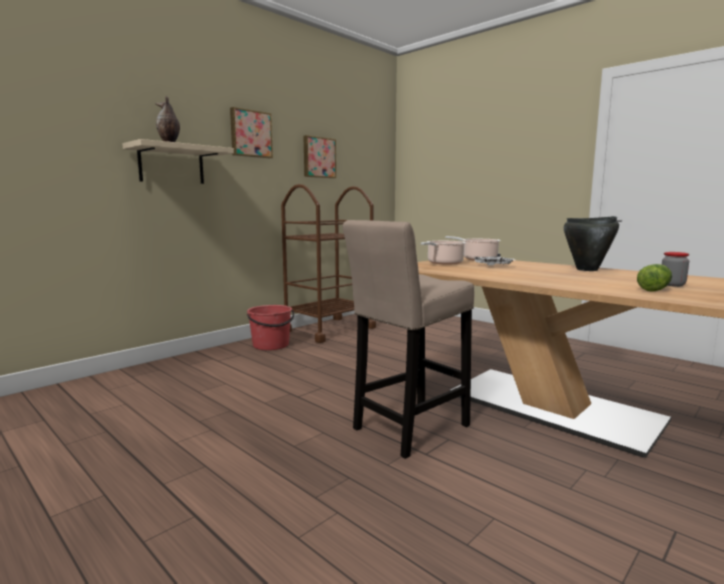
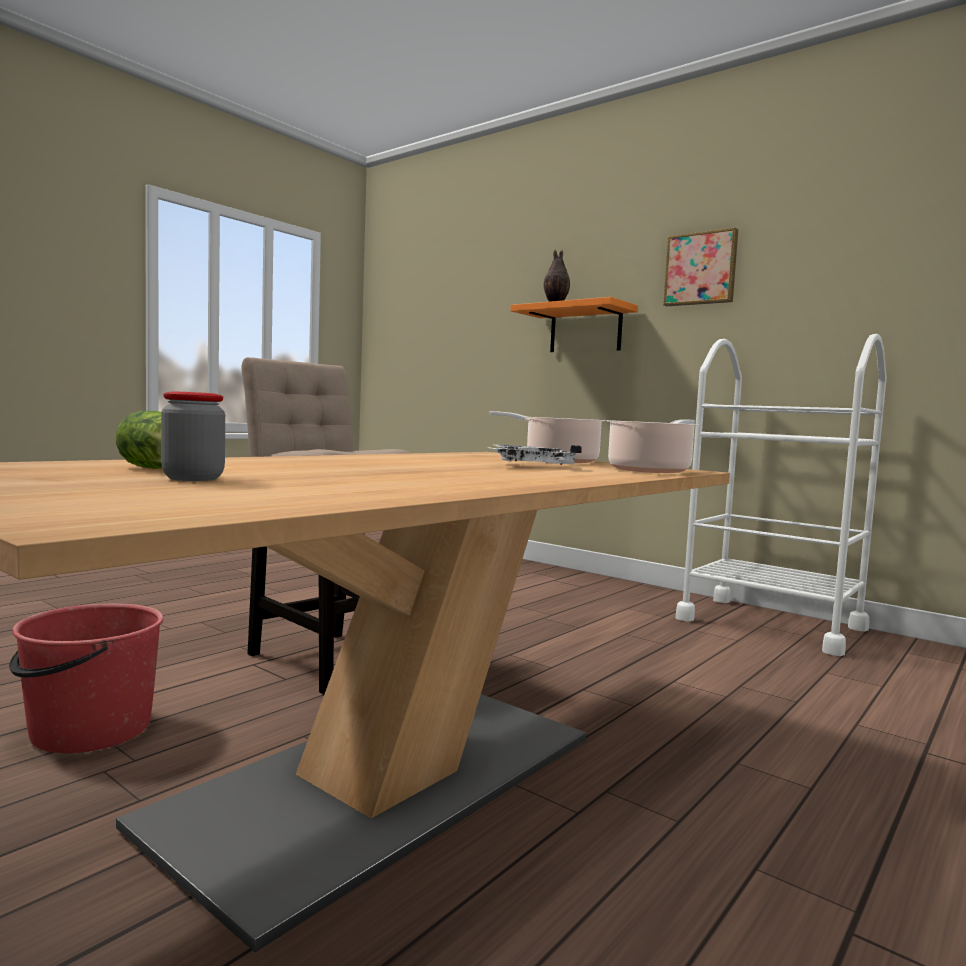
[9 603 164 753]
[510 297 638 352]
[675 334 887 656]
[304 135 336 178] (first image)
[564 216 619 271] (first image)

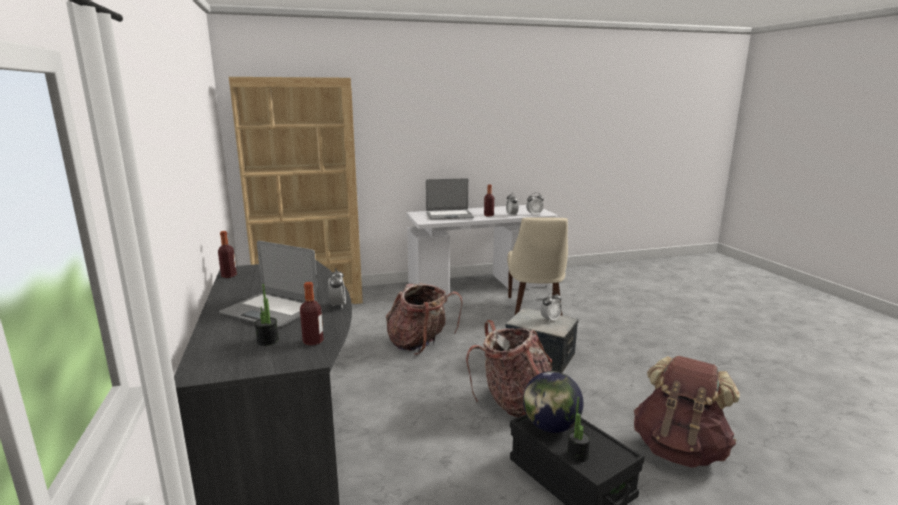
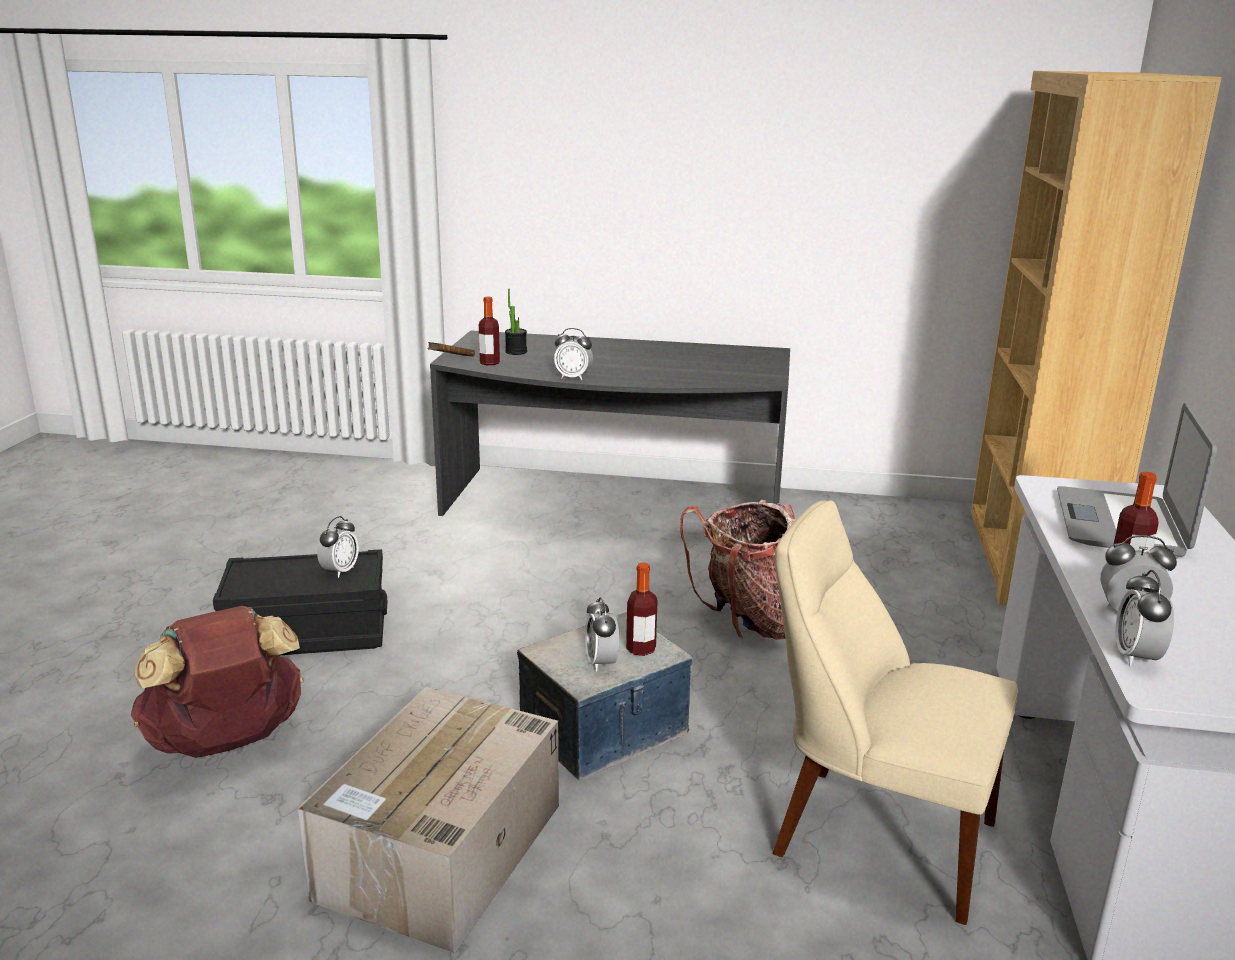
[298 687 559 953]
[317 516 359 578]
[427 342 475 356]
[626 562 658 656]
[219 241 319 327] (first image)
[466 320 552 418] (first image)
[567 397 591 462] (first image)

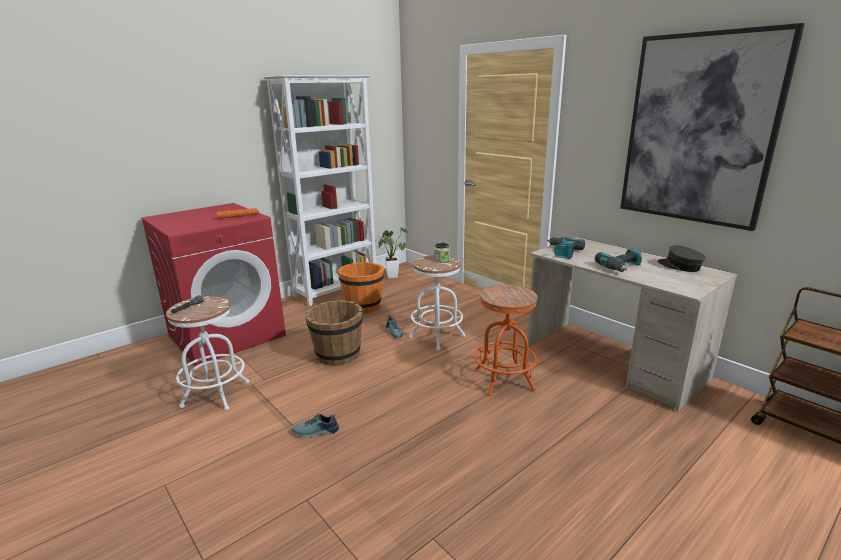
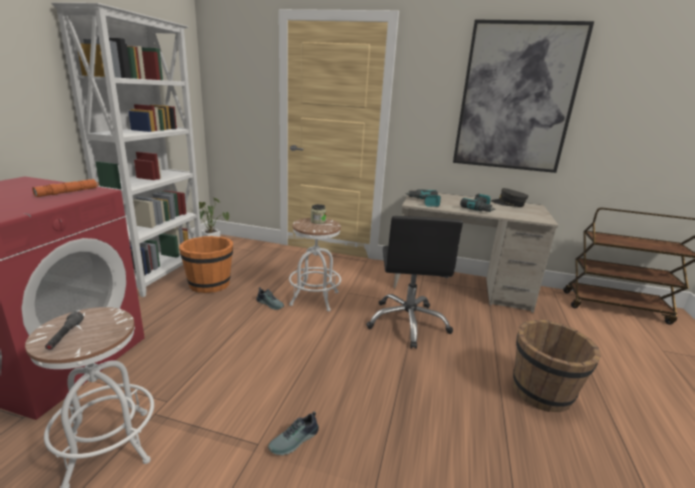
[366 216 463 349]
[513 320 601 412]

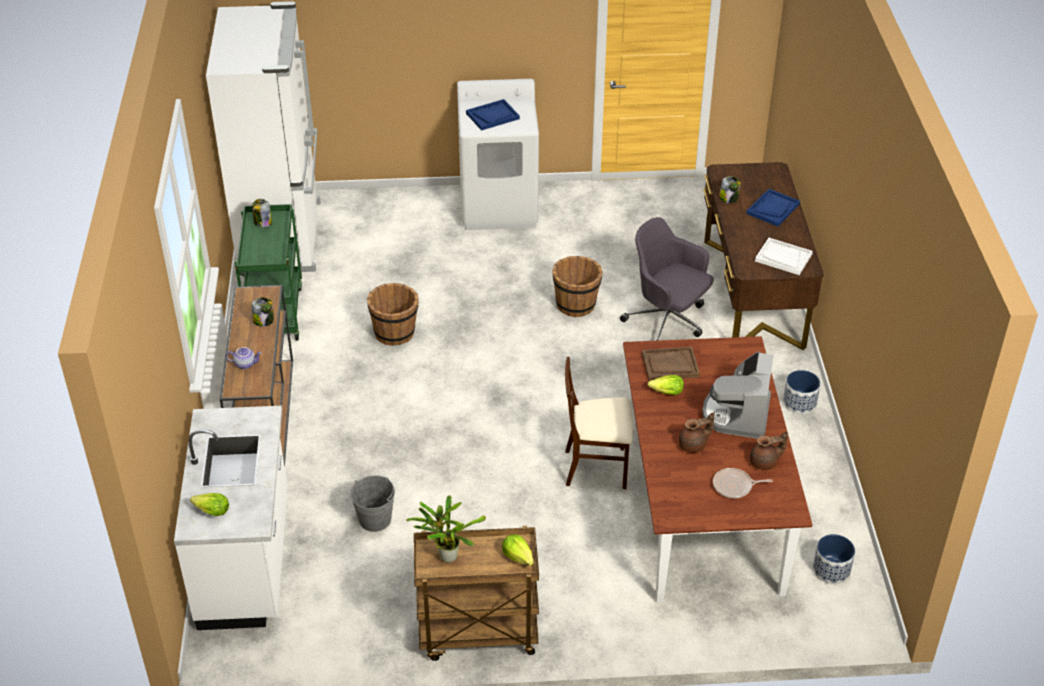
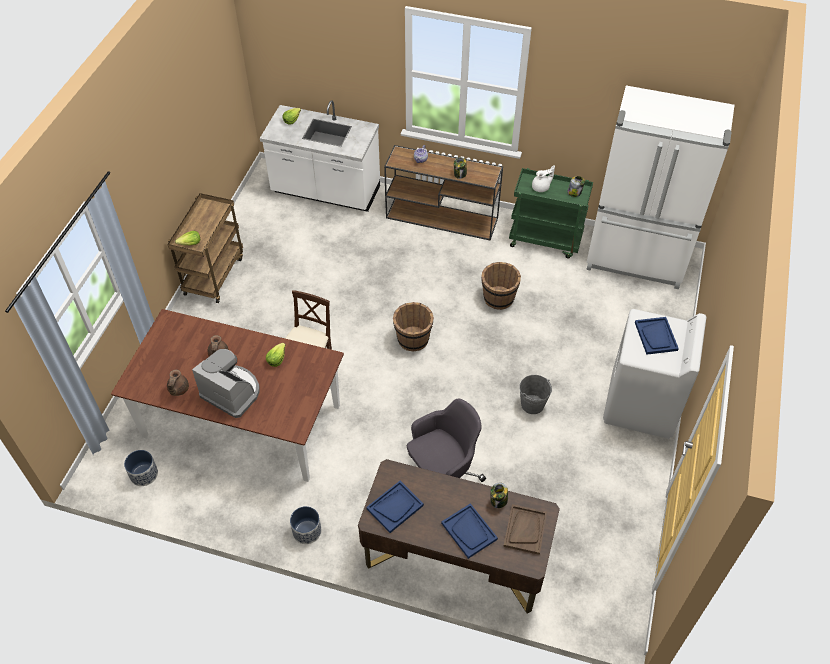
[366 481 424 533]
[393 302 434 352]
[503 504 547 555]
[519 375 552 414]
[532 165 555 192]
[406 495 486 562] (first image)
[713 468 773 498] (first image)

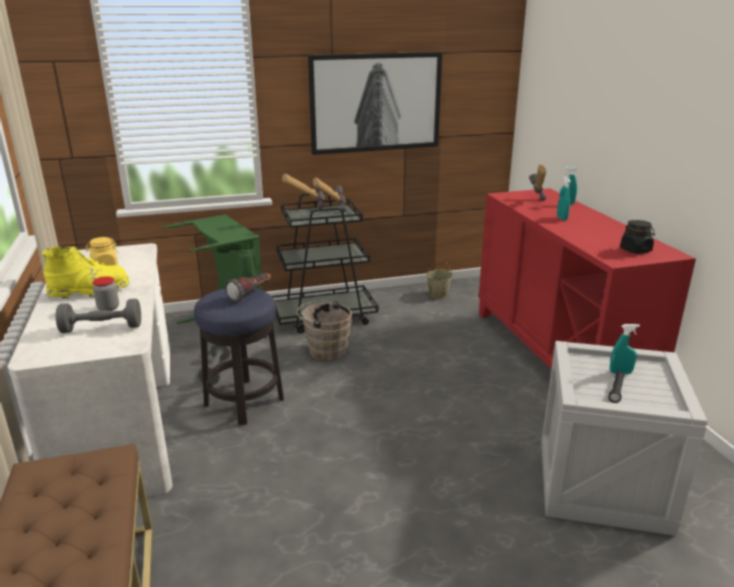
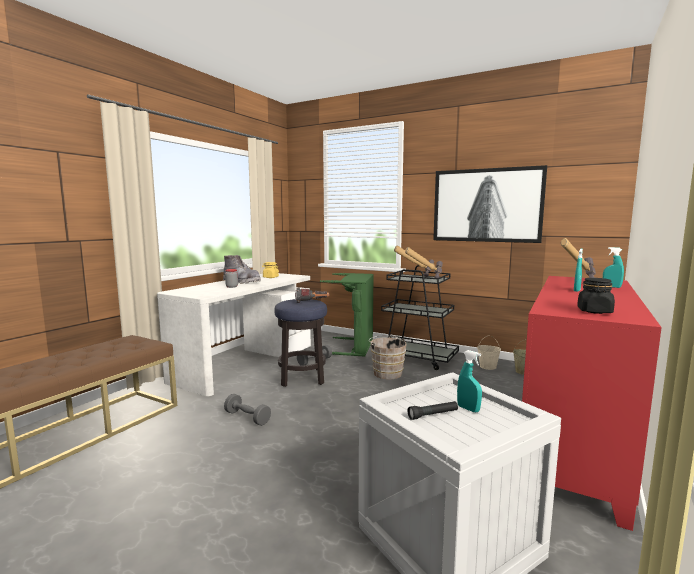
[223 255 261 284]
[224 394 271 426]
[477 335 501 370]

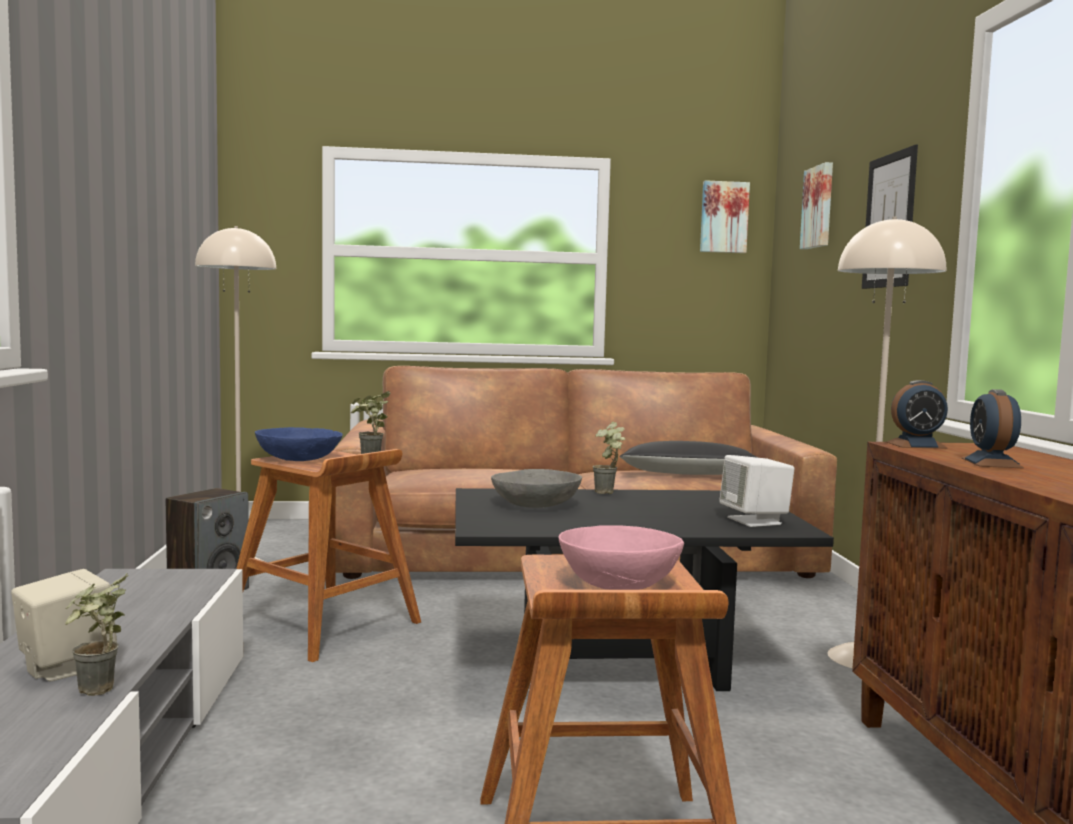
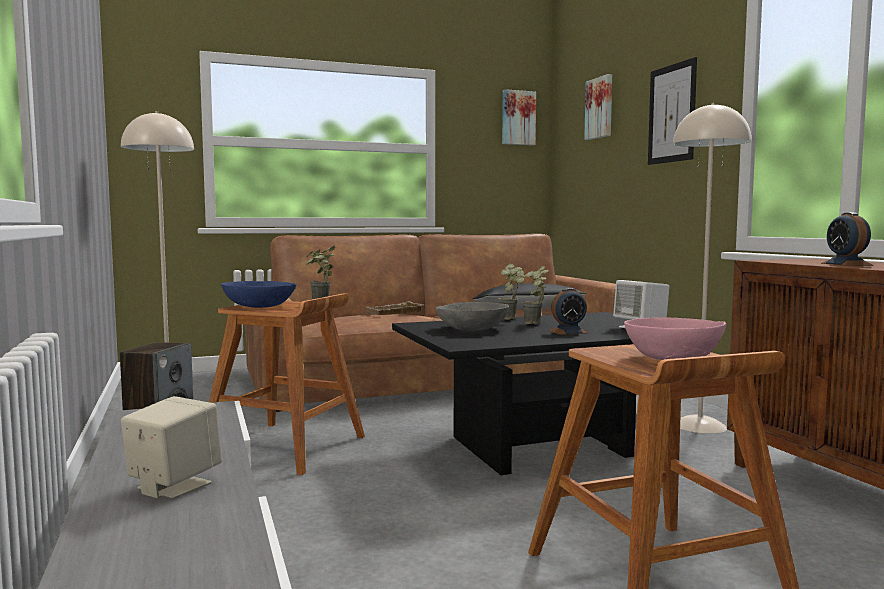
[364 301 423 315]
[522 266 548 325]
[549 288 588 335]

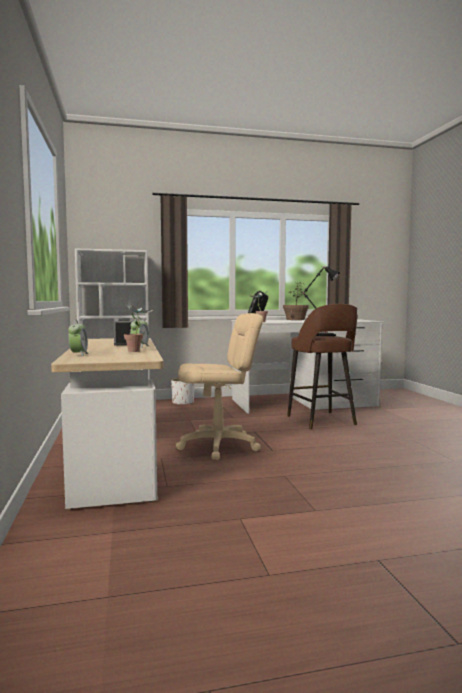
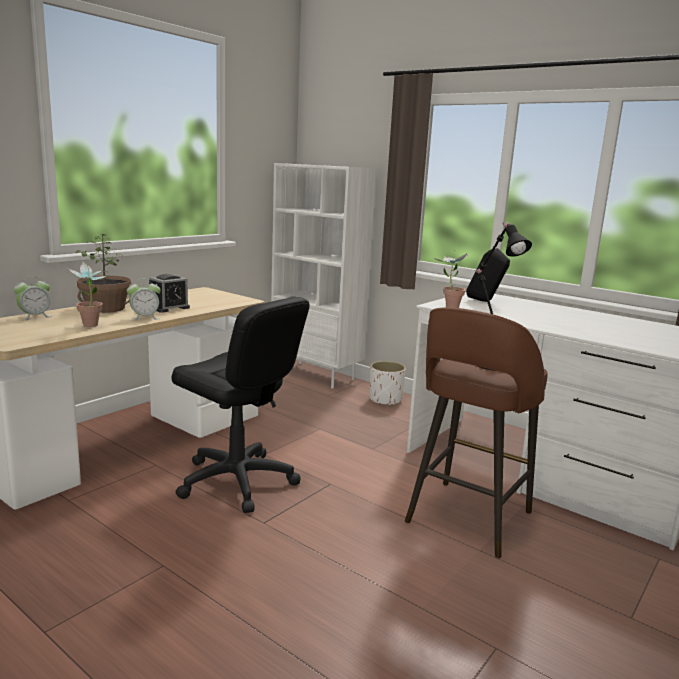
[75 234 131 313]
[172 297 310 513]

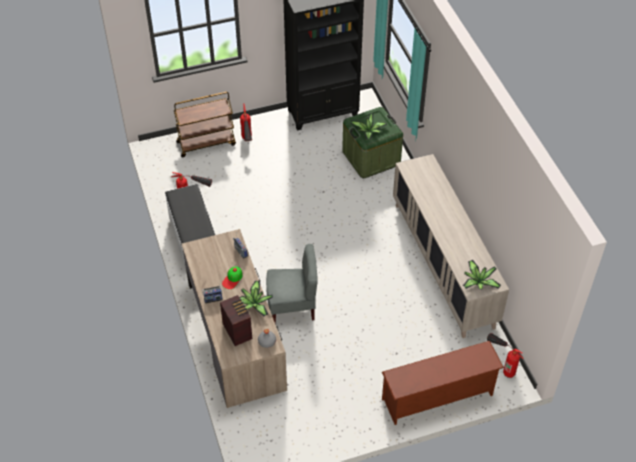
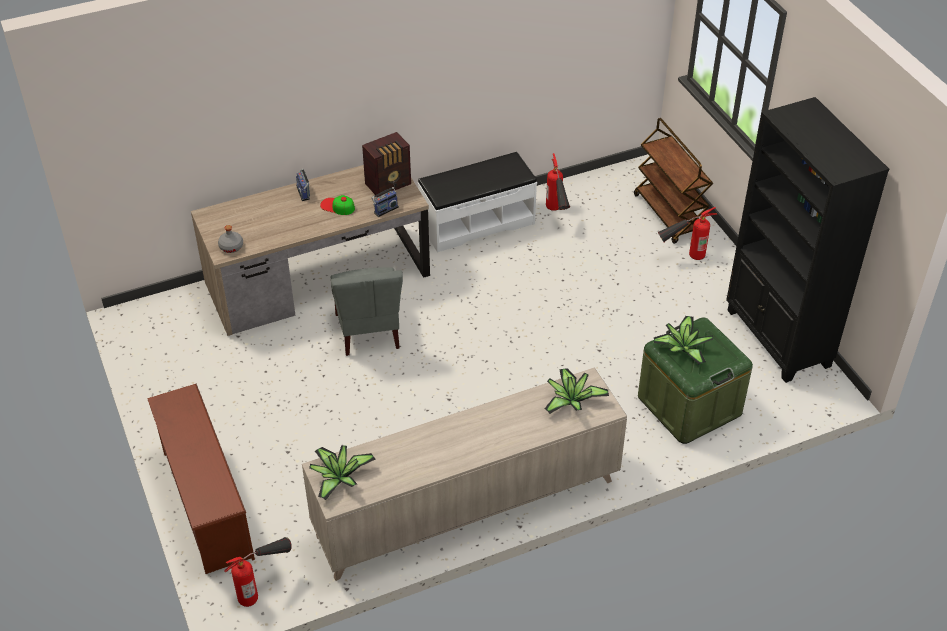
[362 132 411 197]
[544 368 609 414]

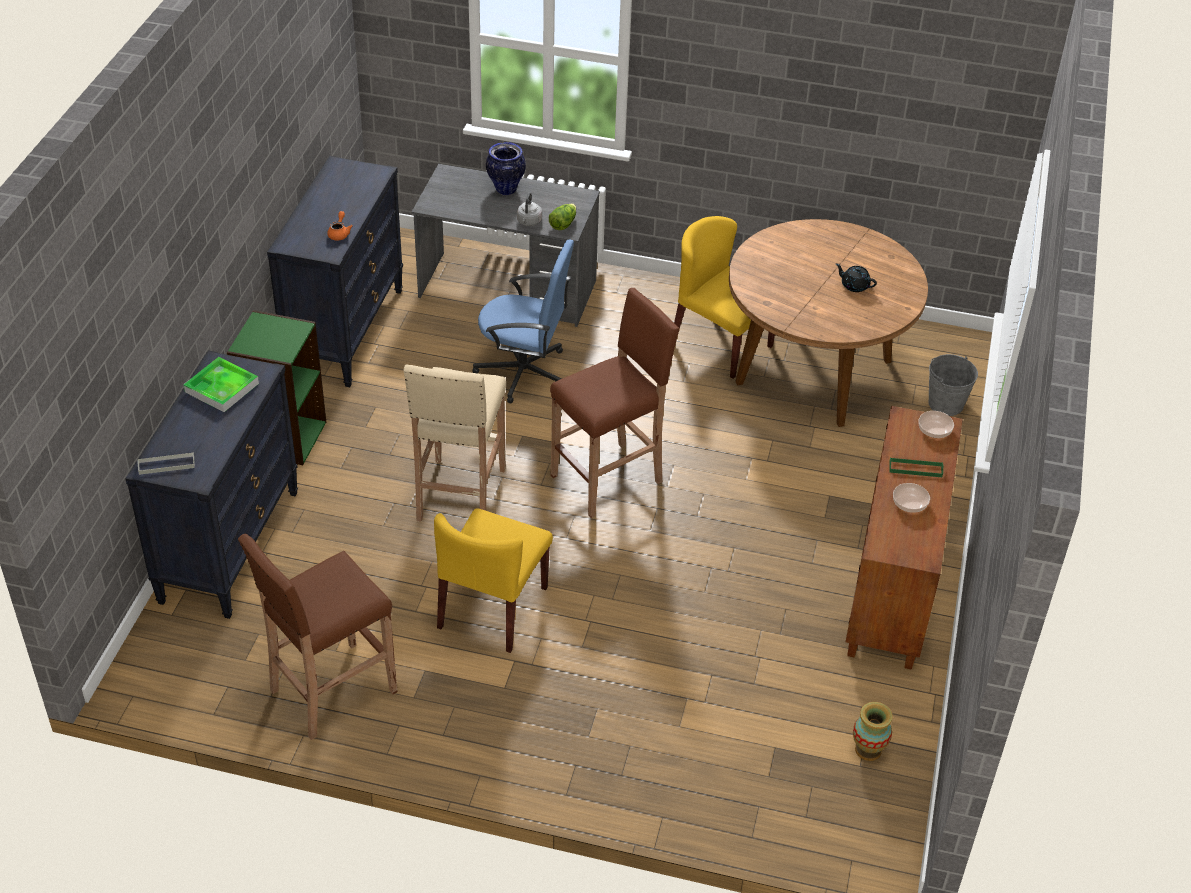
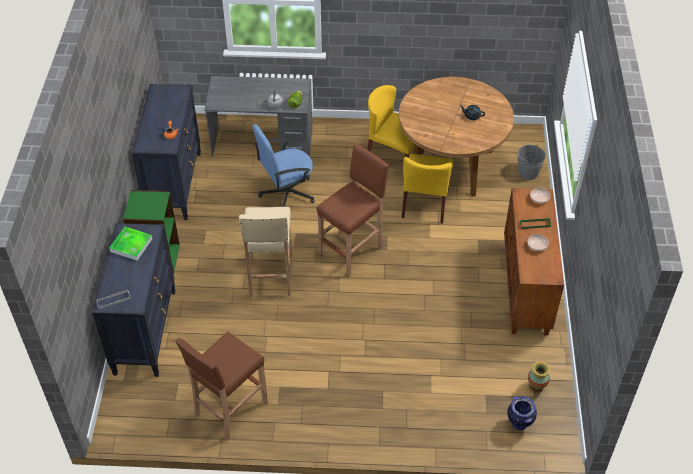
[252 124 315 207]
[402 154 454 224]
[507 396 537 430]

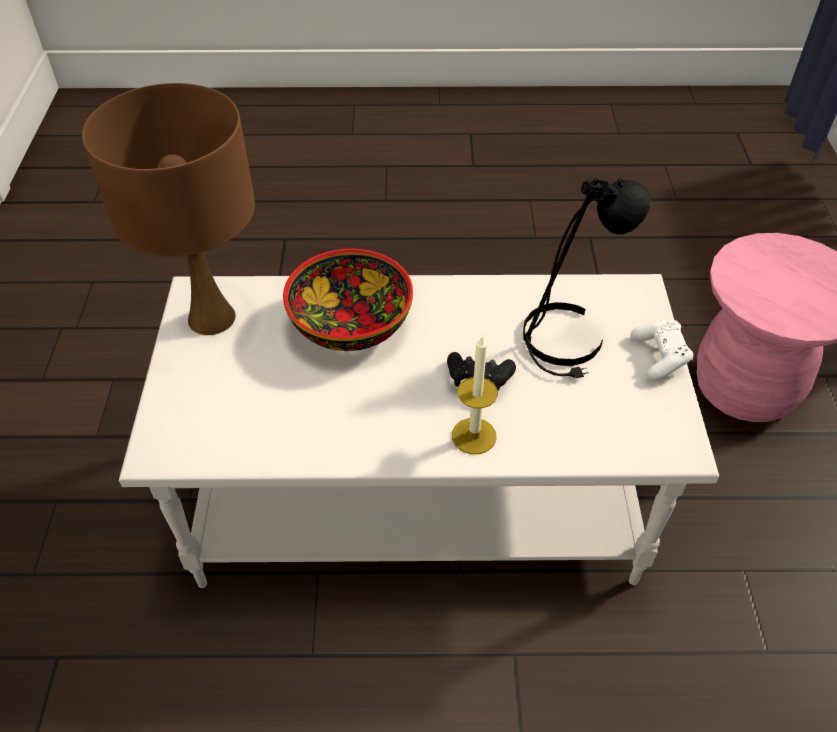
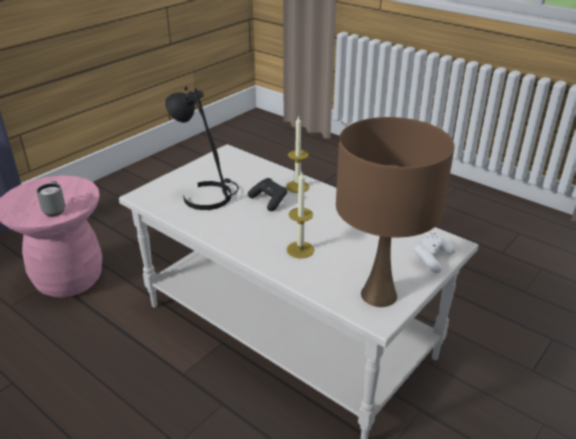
[36 181 66 216]
[287 171 314 258]
[413 232 455 273]

